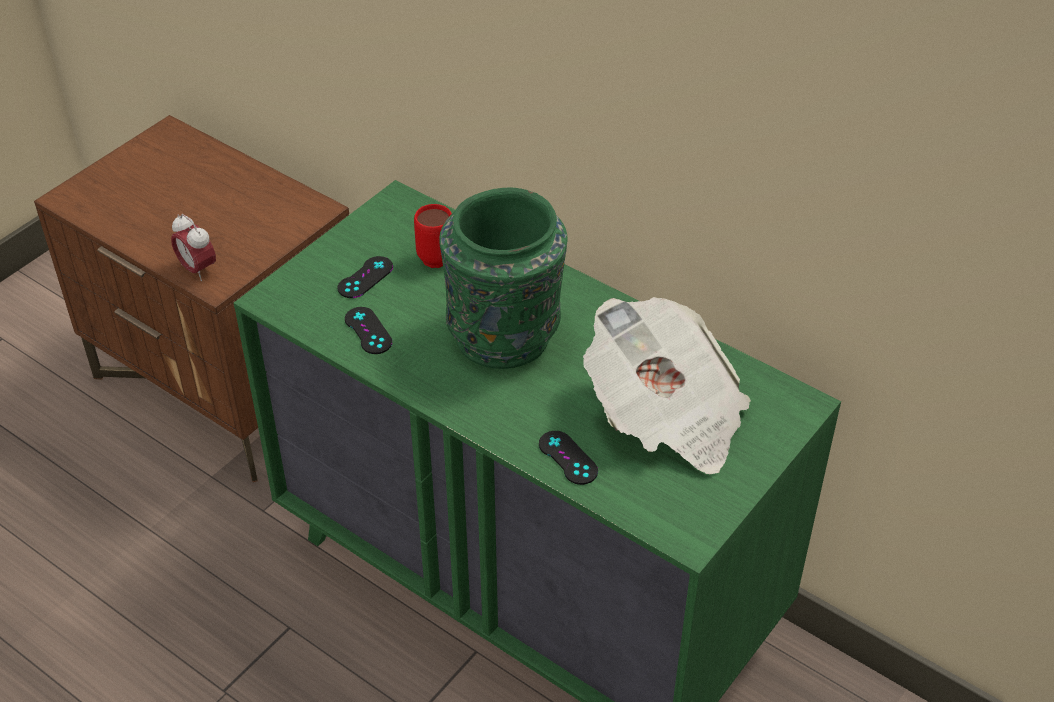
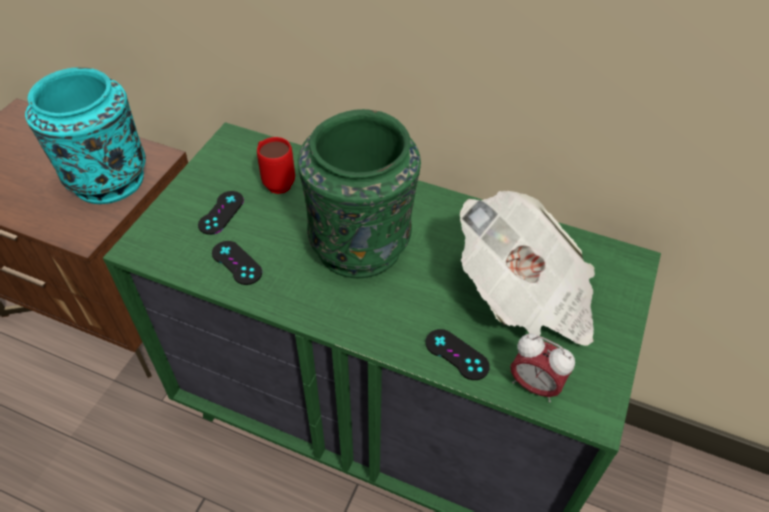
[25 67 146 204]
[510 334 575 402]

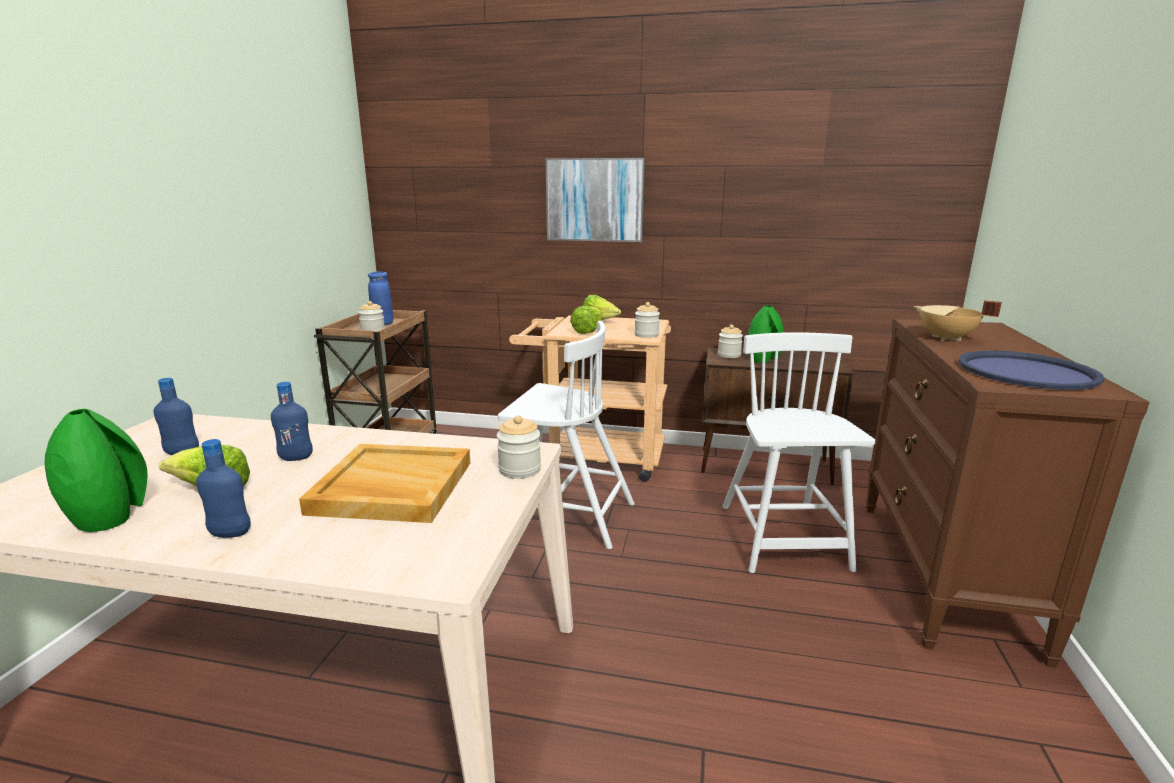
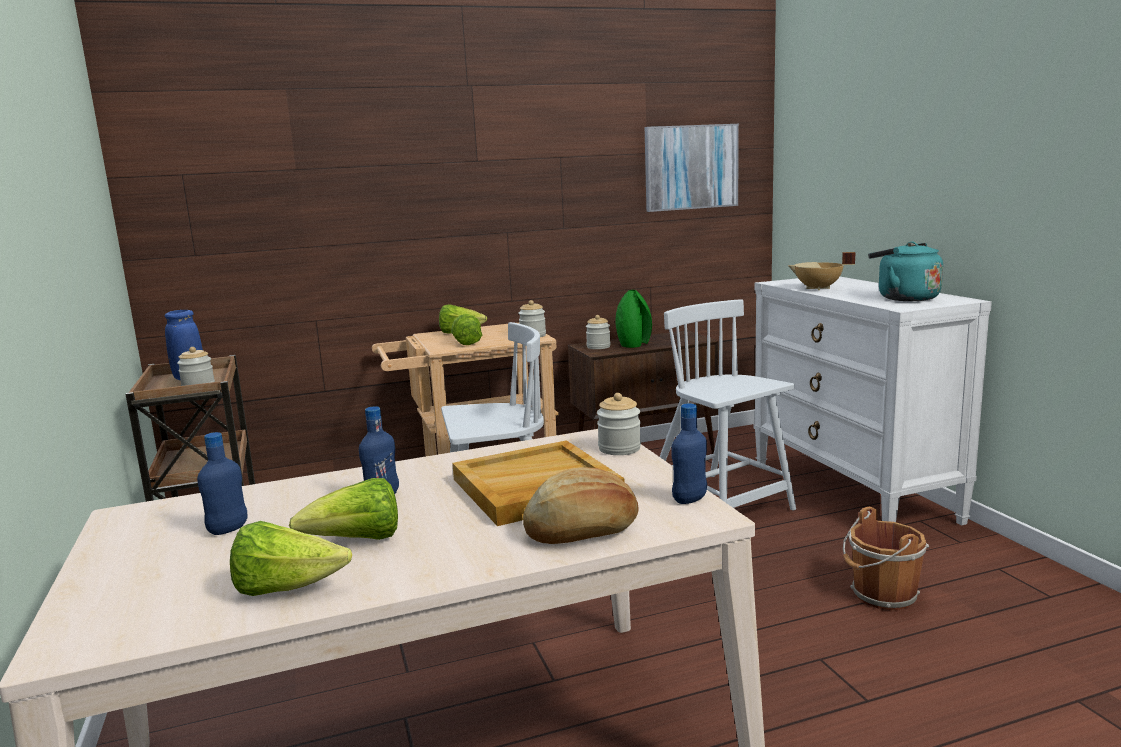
[230 521 352 596]
[523 467 639 544]
[645 124 739 212]
[671 404 707 504]
[753 277 992 525]
[843 507 929 610]
[868 241 943 301]

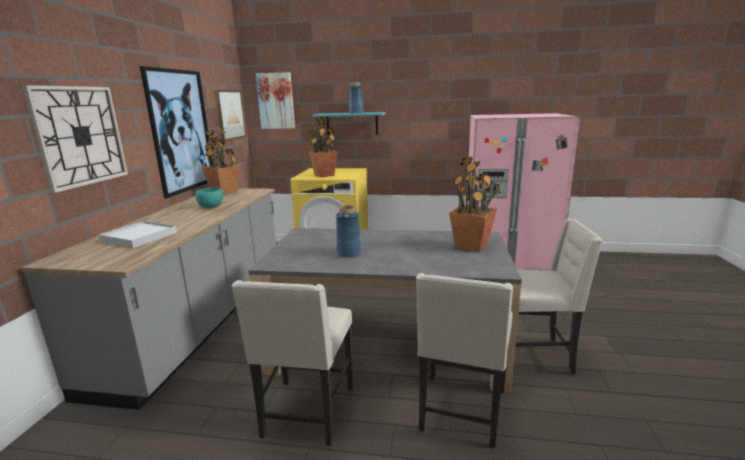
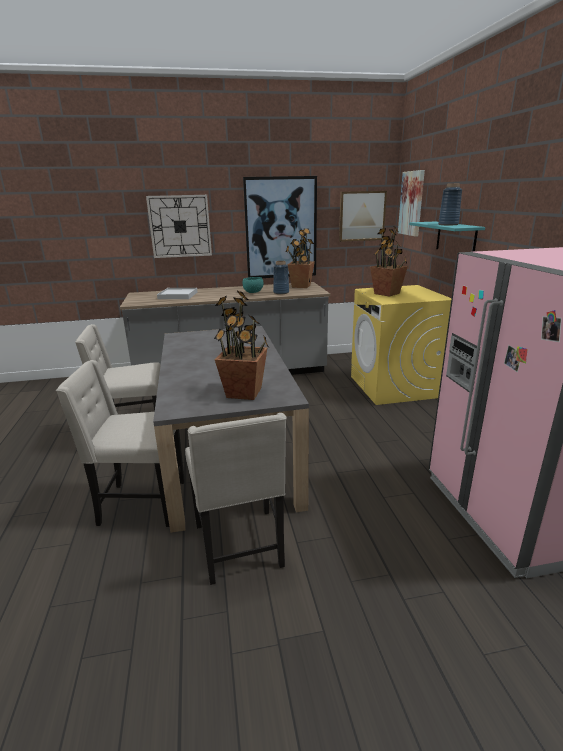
[273 261 289 294]

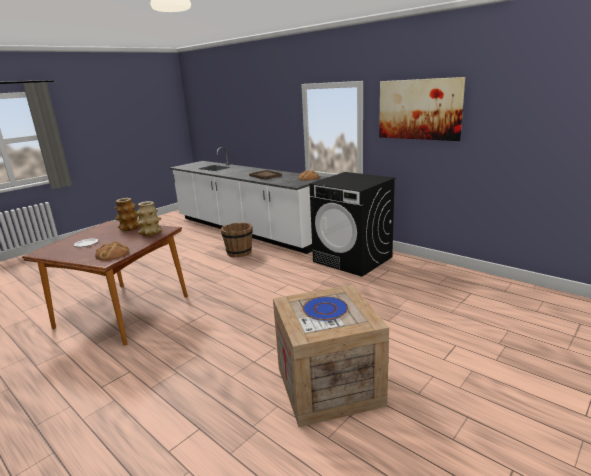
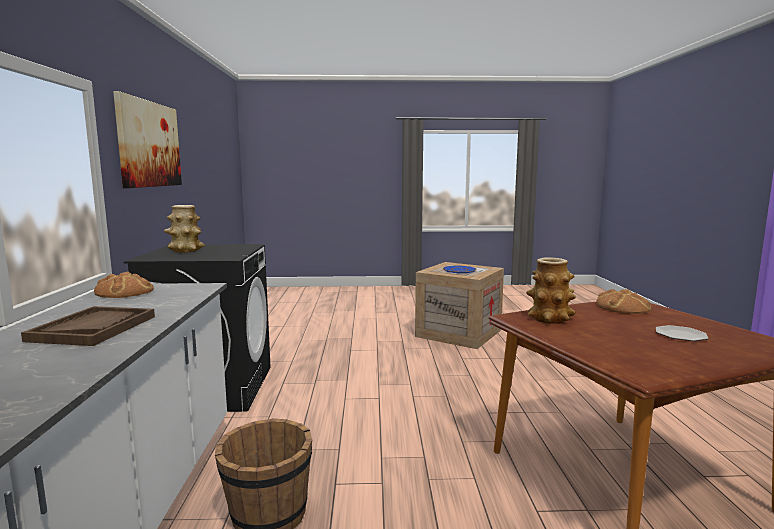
[164 205 205 253]

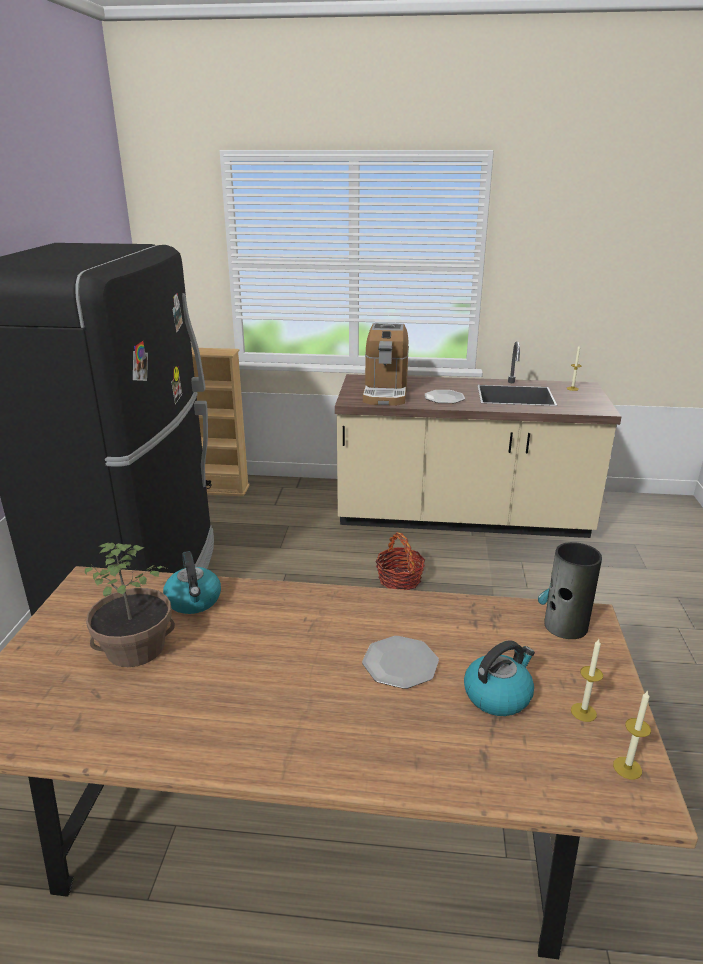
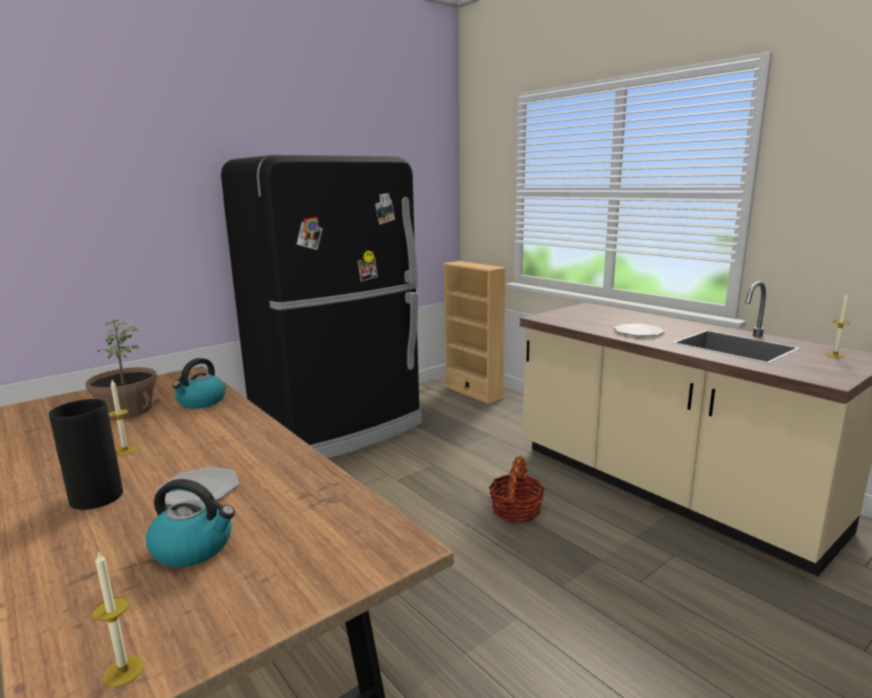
[49 399 123 510]
[109 380 137 456]
[363 323 409 406] (first image)

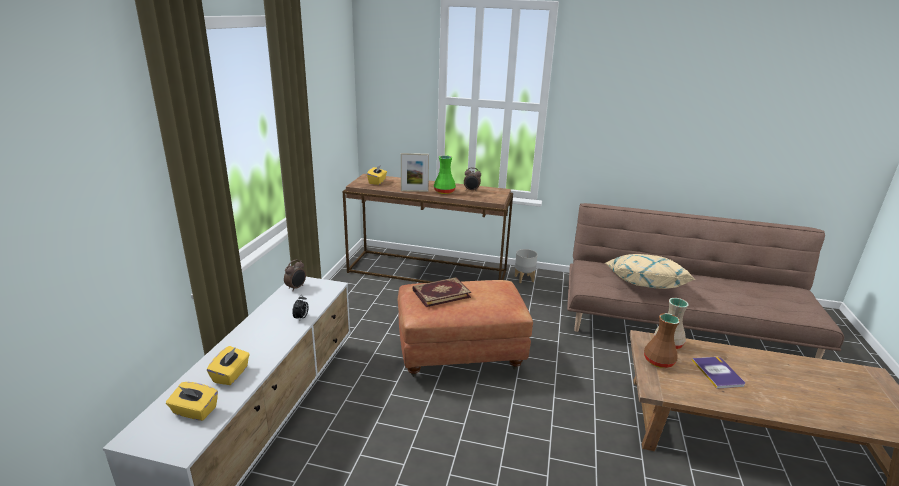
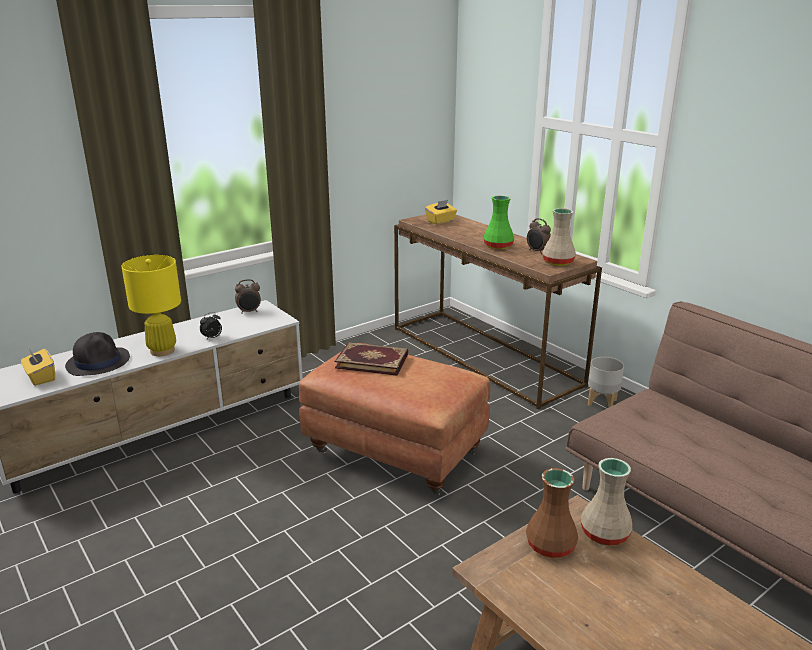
[65 332 130 376]
[121 255 181 356]
[542 208 576 266]
[401 153 429 192] (first image)
[605 254 695 289] (first image)
[692 357 745 388] (first image)

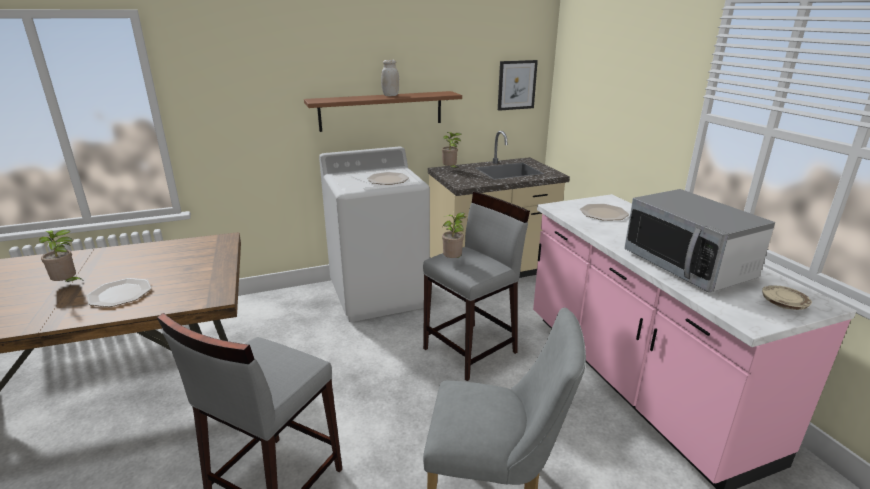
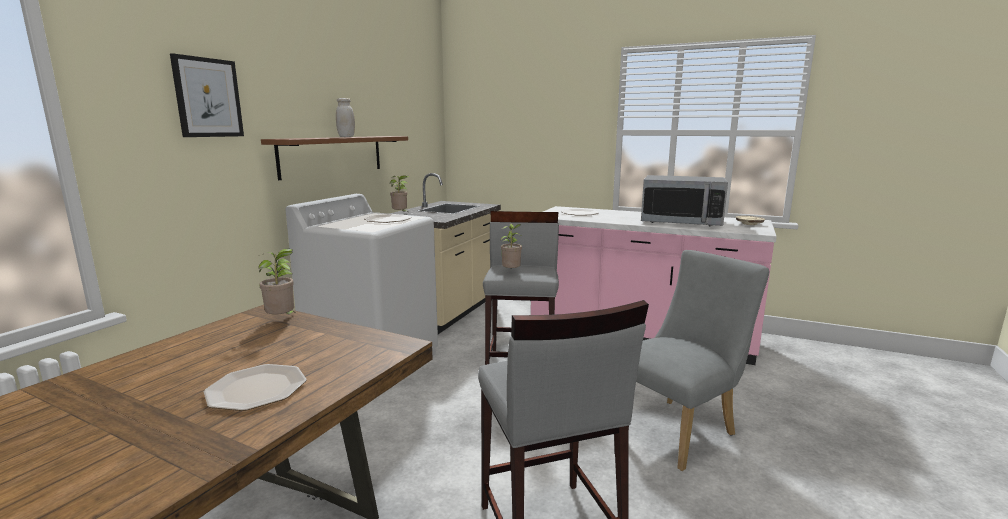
[170 53 244 137]
[258 249 295 315]

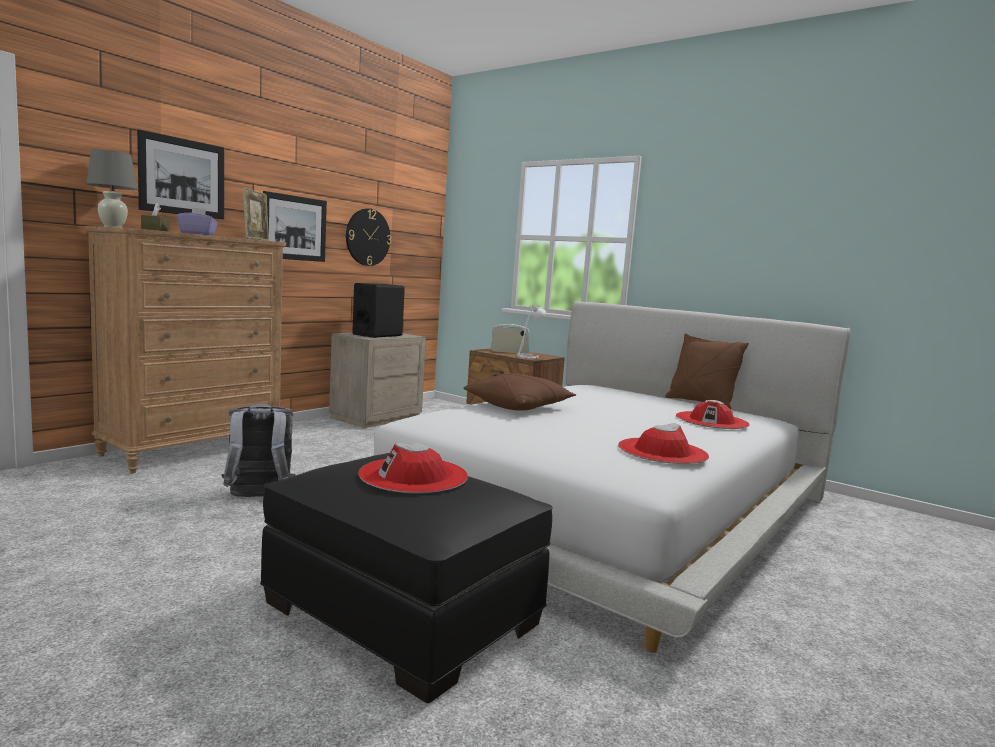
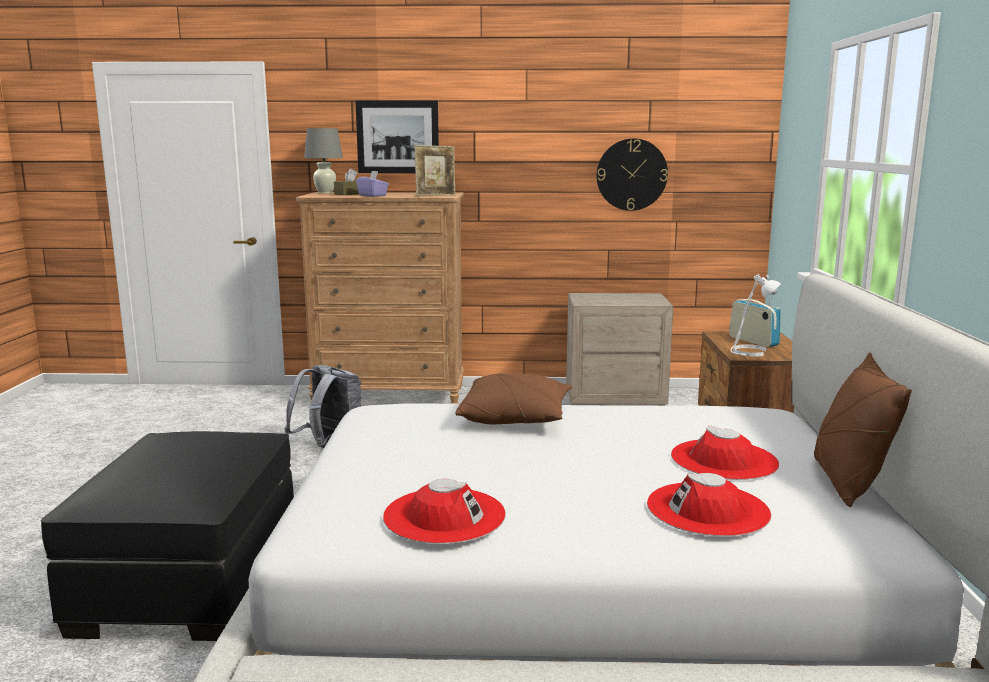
[671 425 779 480]
[263 191 327 262] (first image)
[352 283 405 338] (first image)

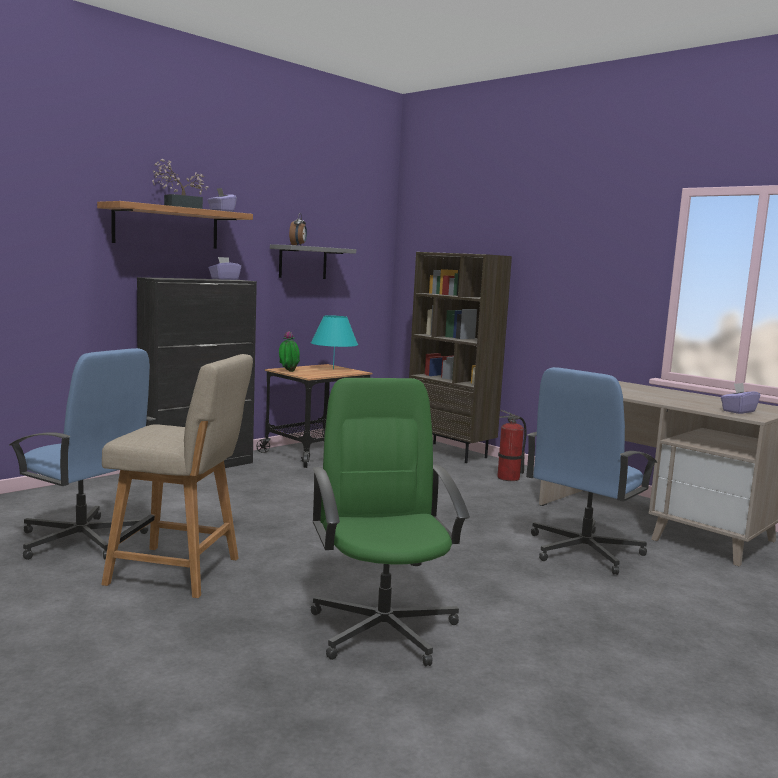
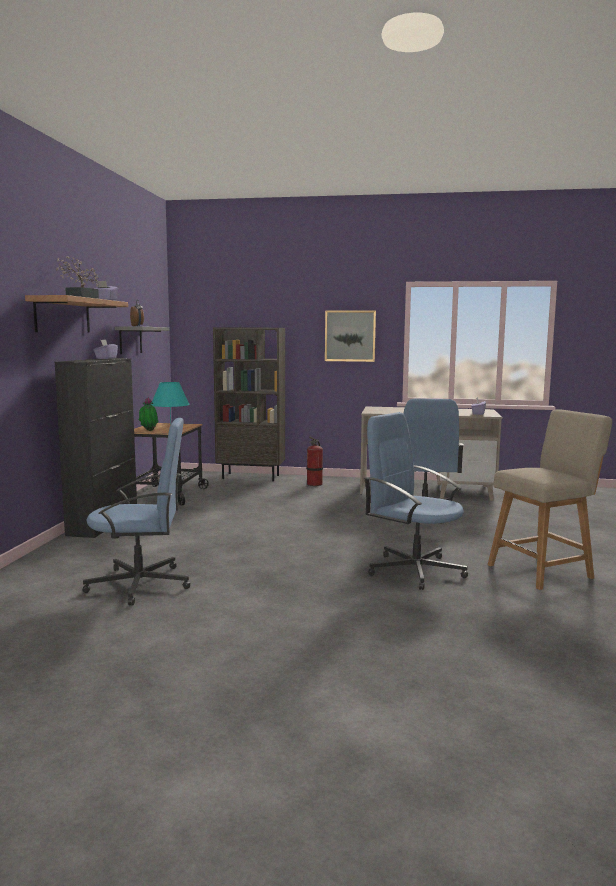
[325 310 376 362]
[363 412 468 590]
[488 409 612 590]

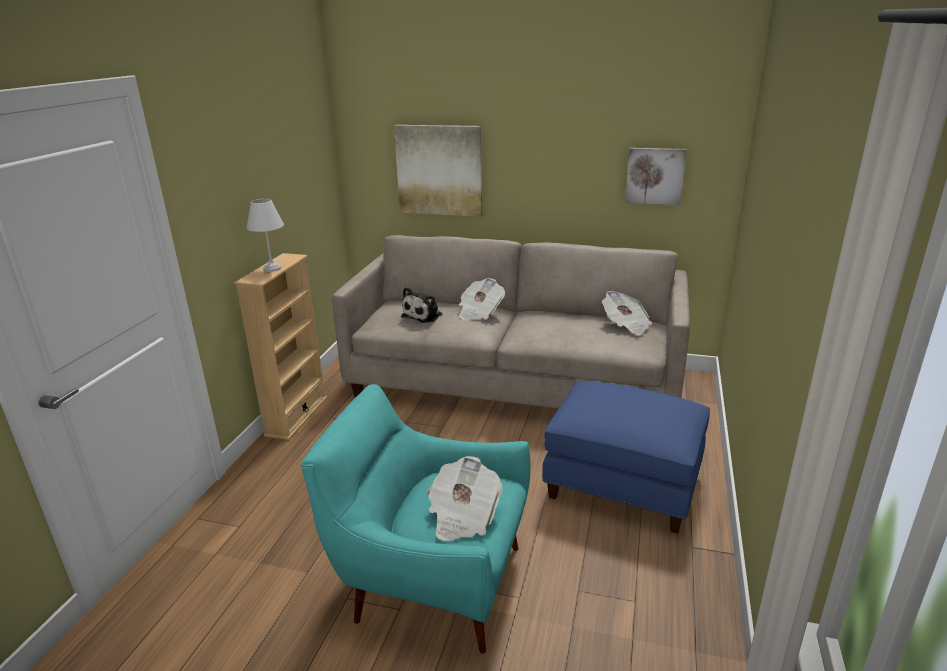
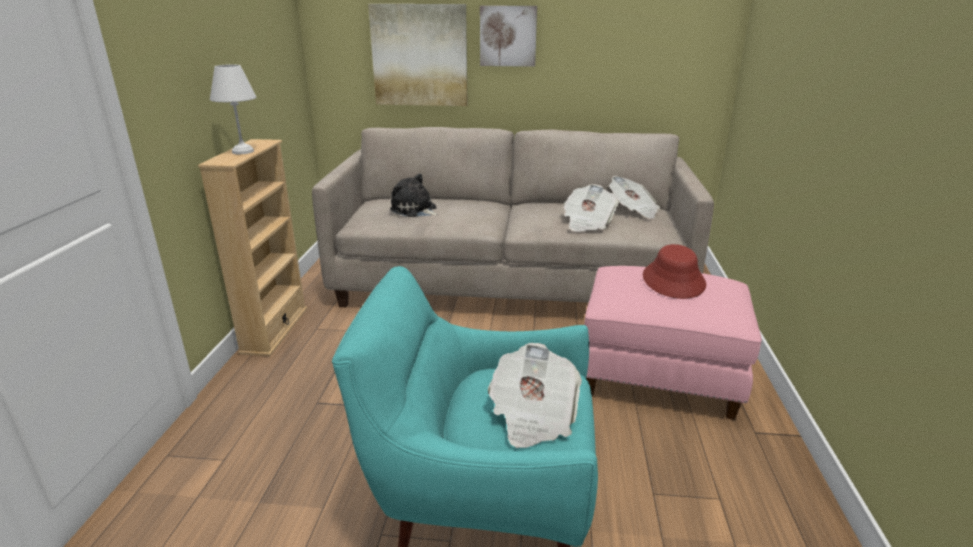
[390 173 439 217]
[480 6 537 67]
[563 184 619 232]
[584 266 762 420]
[643 244 706 299]

